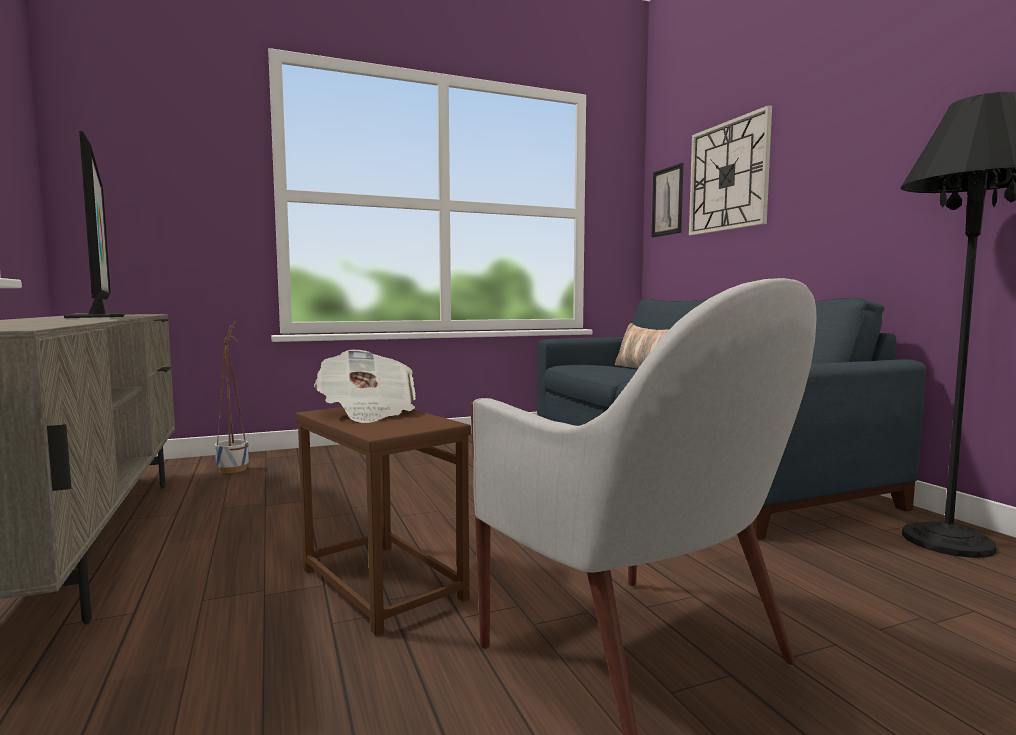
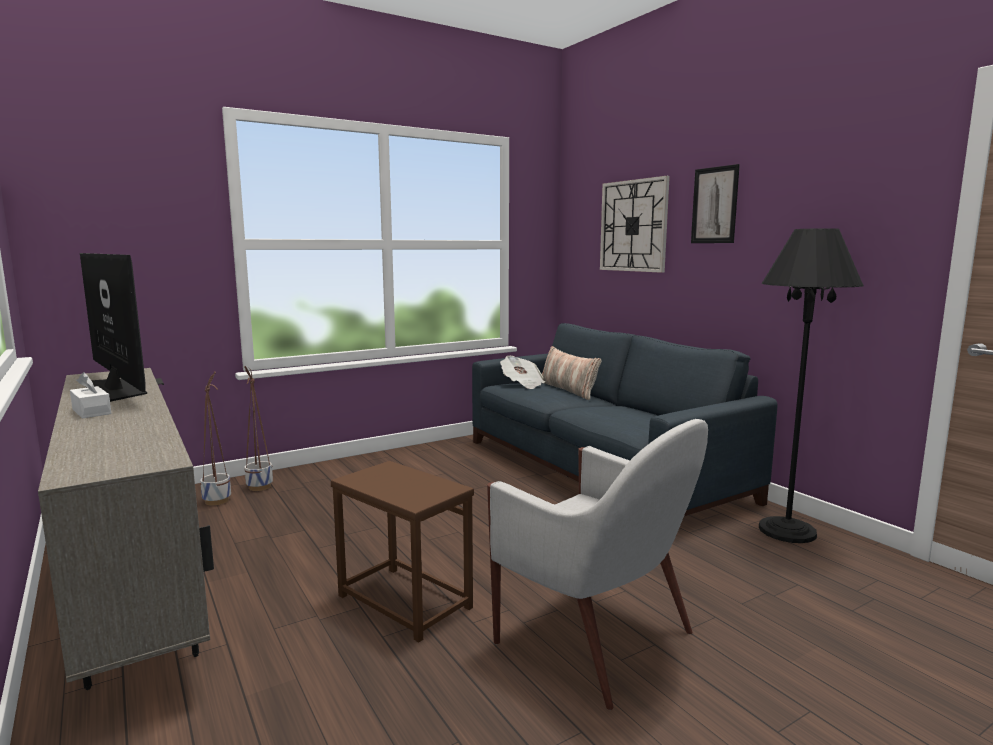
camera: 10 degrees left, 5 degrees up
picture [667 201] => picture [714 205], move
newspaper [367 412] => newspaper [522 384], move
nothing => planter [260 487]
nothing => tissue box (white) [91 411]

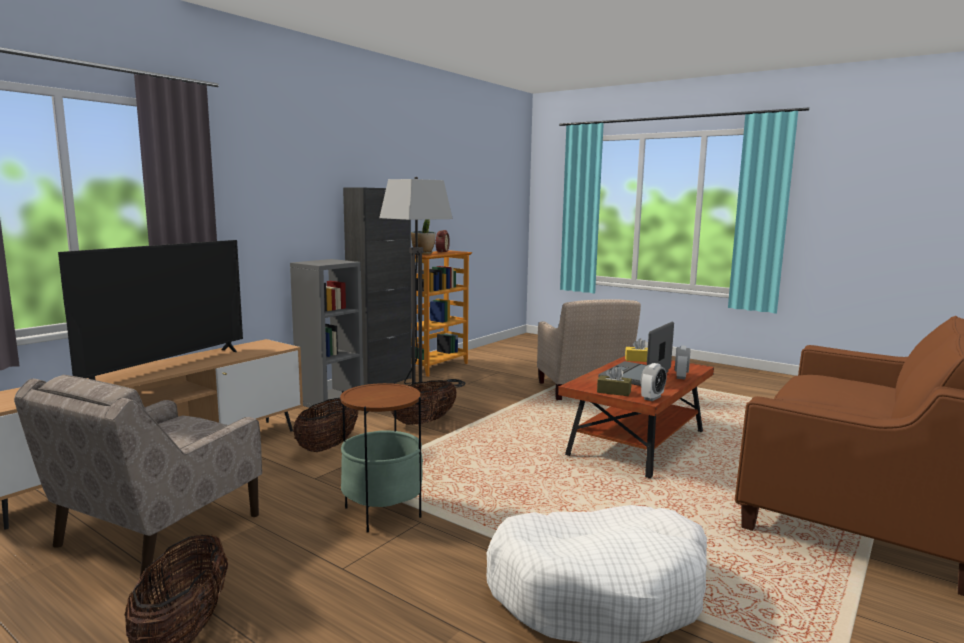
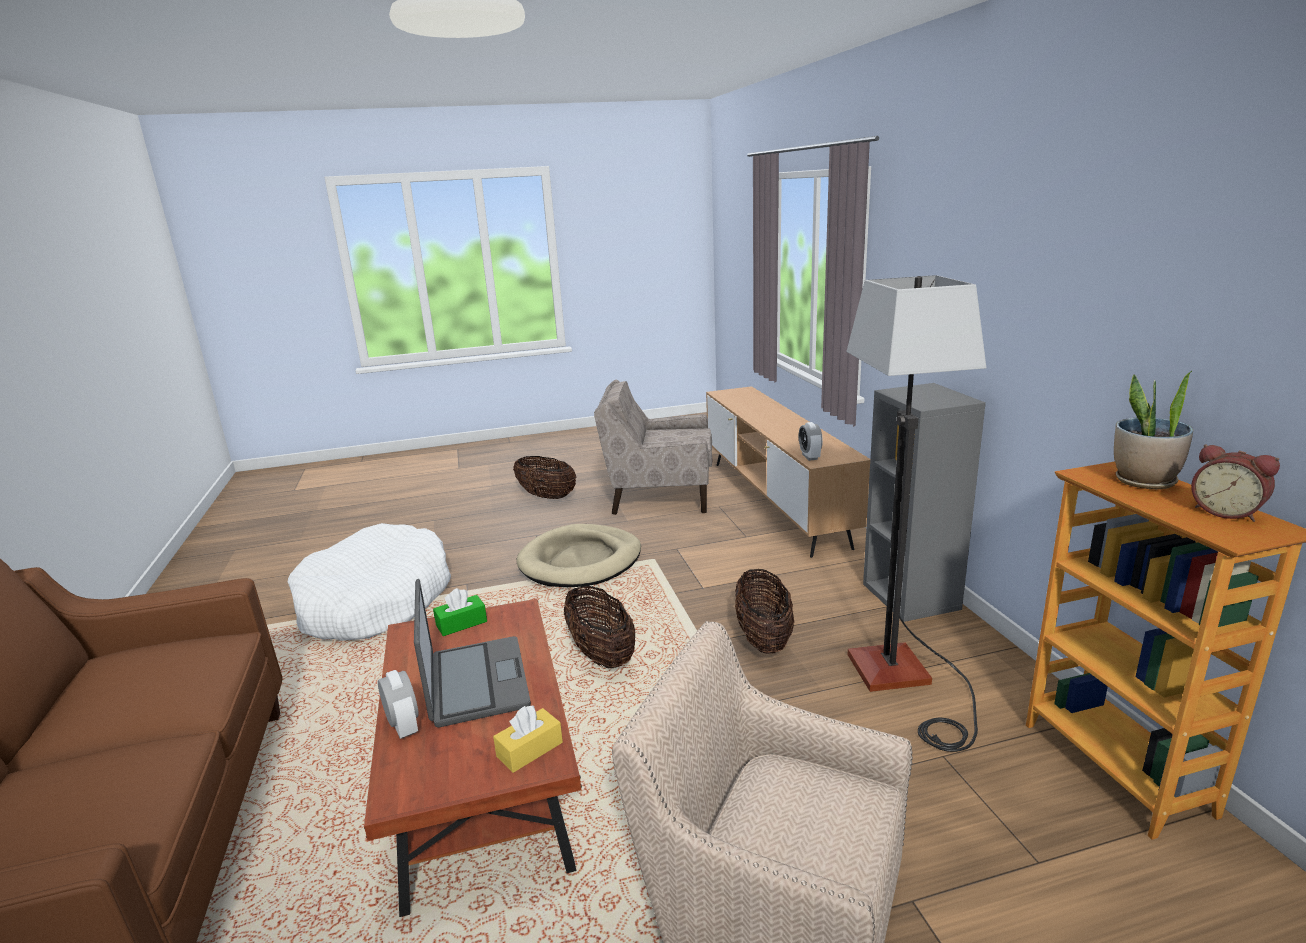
camera: 130 degrees right, 10 degrees up
cabinet (black) [381 382] => nothing
television [168 367] => nothing
alarm clock [652 398] => alarm clock [810 457], move
tissue box (brown) [613 392] => tissue box (green) [461 623]
armchair (beige) [158 531] => armchair (beige) [659 496], 60 degrees counterclockwise
side table [382 512] => dog bed (beige) [581 561]
basket [328 446] => basket [601 654], move

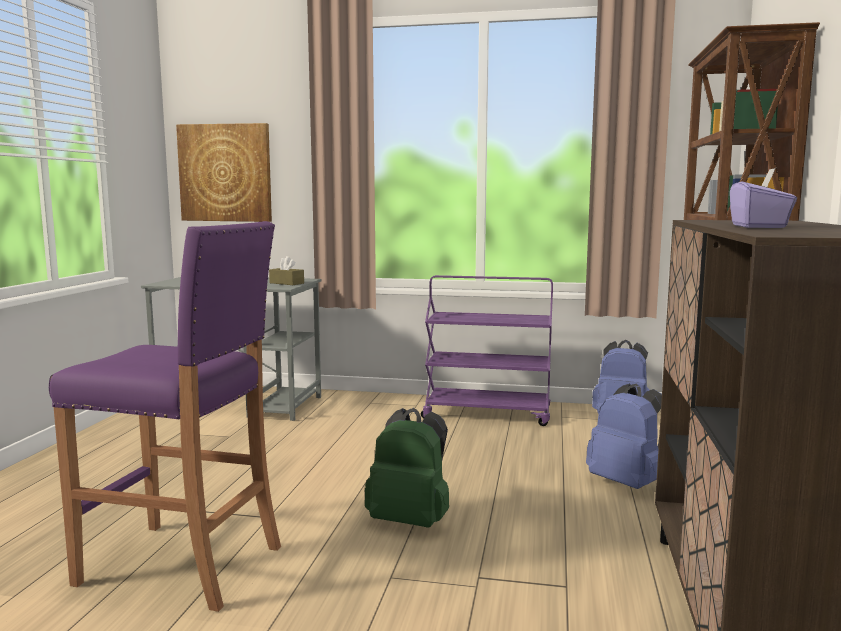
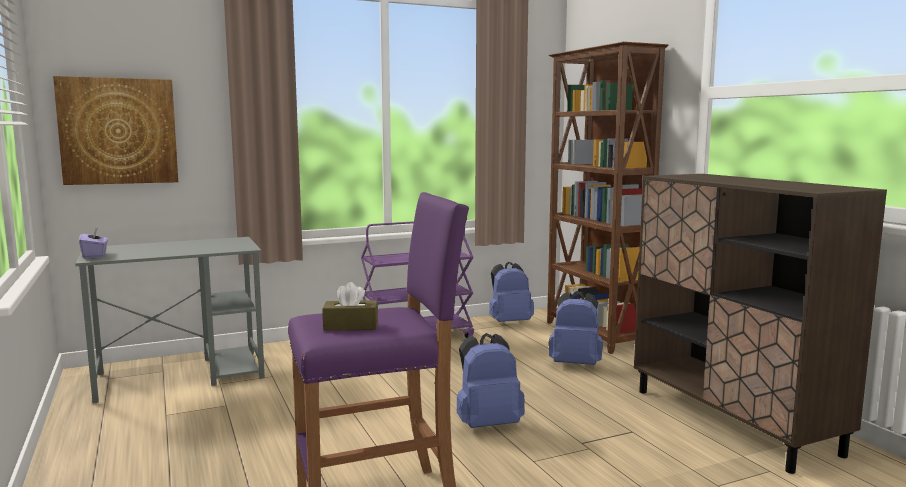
camera: 35 degrees left, 0 degrees up
tissue box (purple) [759 227] => tissue box (purple) [95 255], move
tissue box (brown) [286 283] => tissue box (brown) [351 326], move
backpack (green) [411 520] => backpack (blue) [487 424]

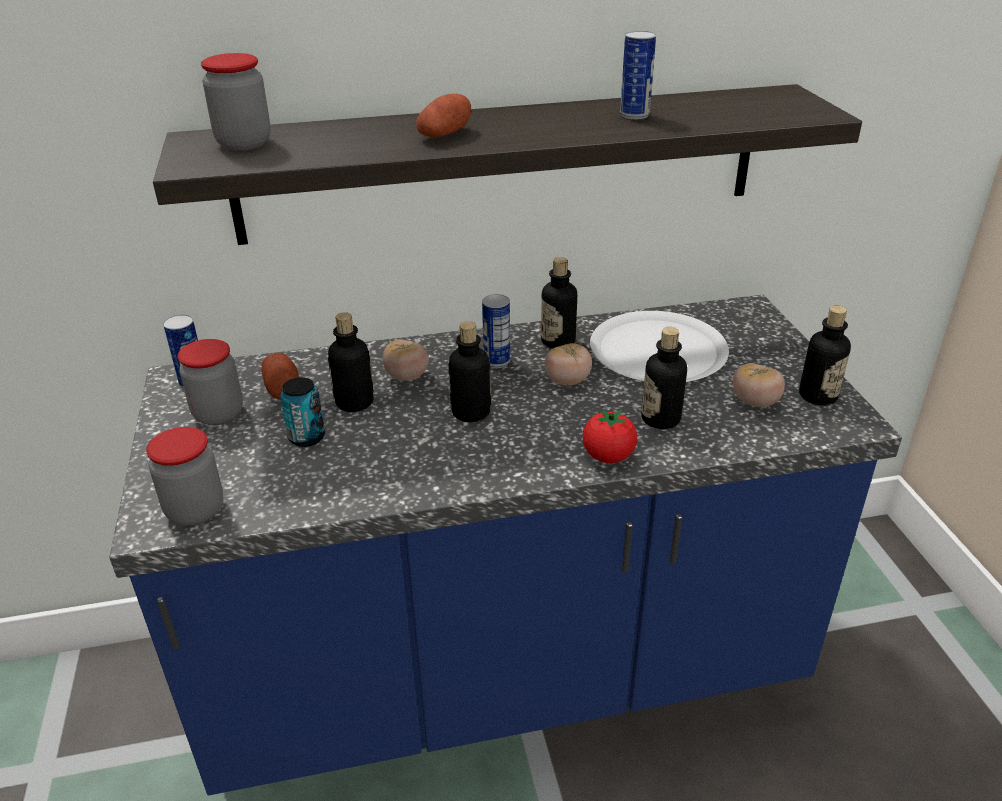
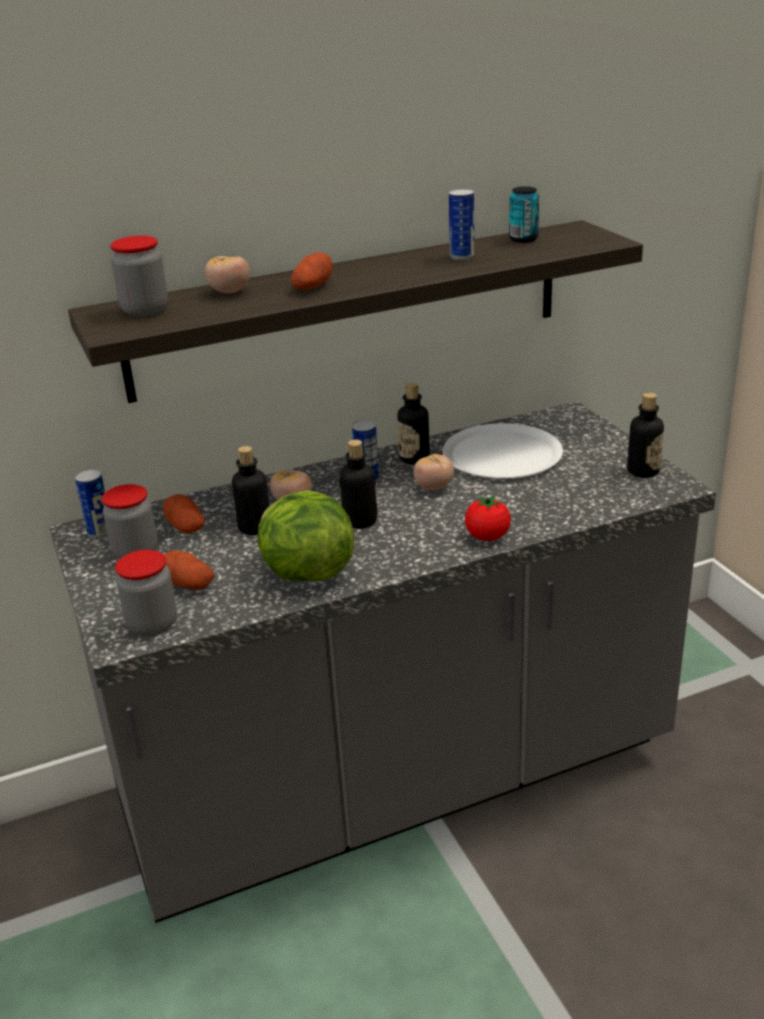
camera: 10 degrees left, 5 degrees down
counter (blue) [504 674] => counter (grey) [397 783]
bottle [660 419] => nothing
tomato [755 402] => tomato [229 292], move
can [307 437] => can [523 239], move
nothing => lettuce [306 573]
nothing => potato [187 584]

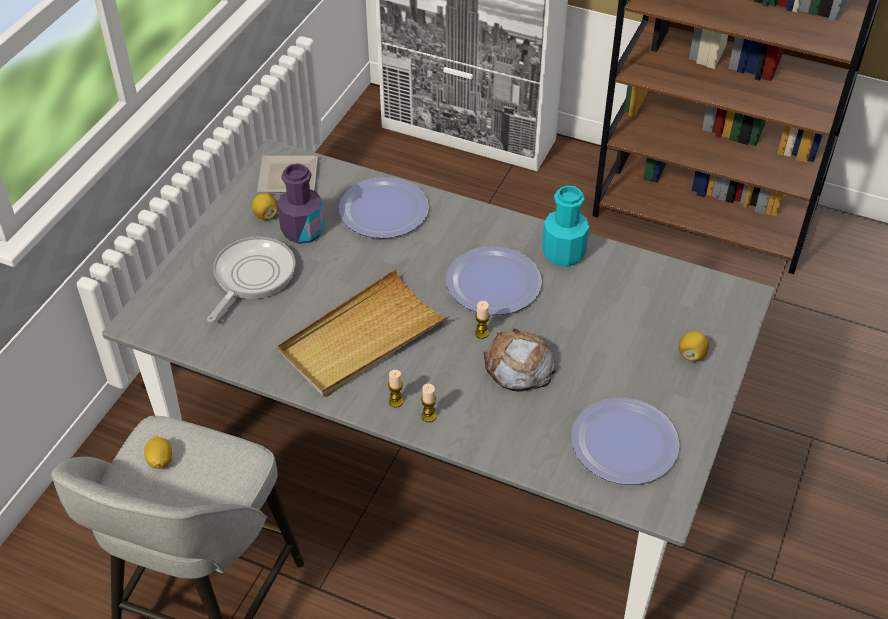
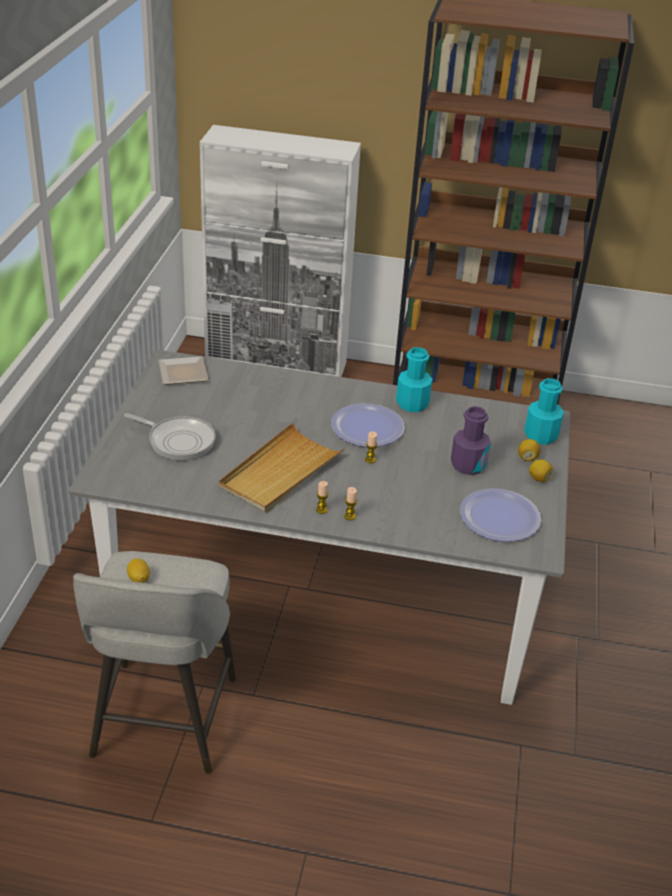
camera: 15 degrees left, 10 degrees down
bottle (purple) [303 231] => bottle (purple) [468 465], move
plate [383 210] => nothing
lemon [266 215] => lemon [539 478], move
frying pan [251 277] => frying pan [178 441], 105 degrees clockwise
bread [518 366] => nothing
nothing => bottle (turquoise) [540 435]

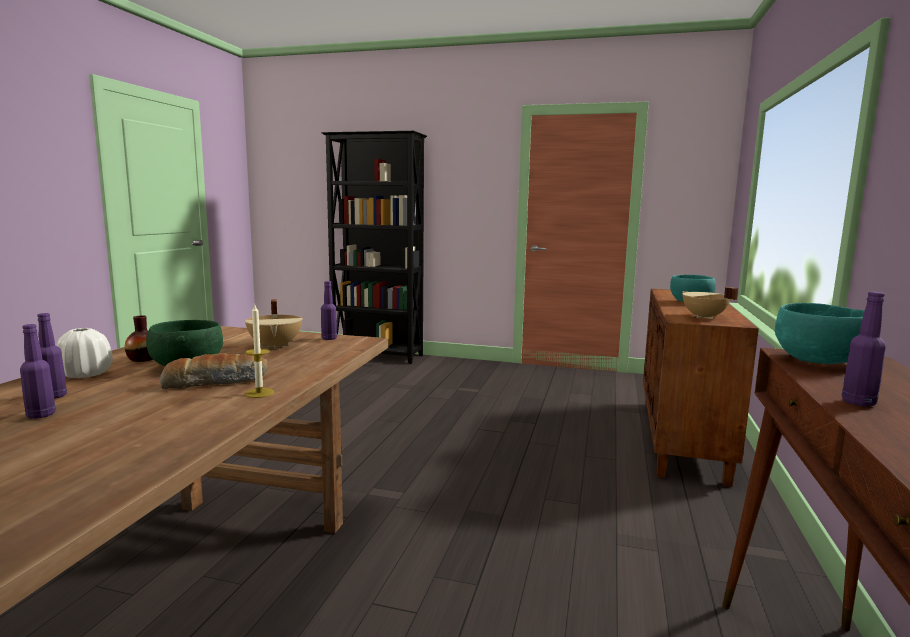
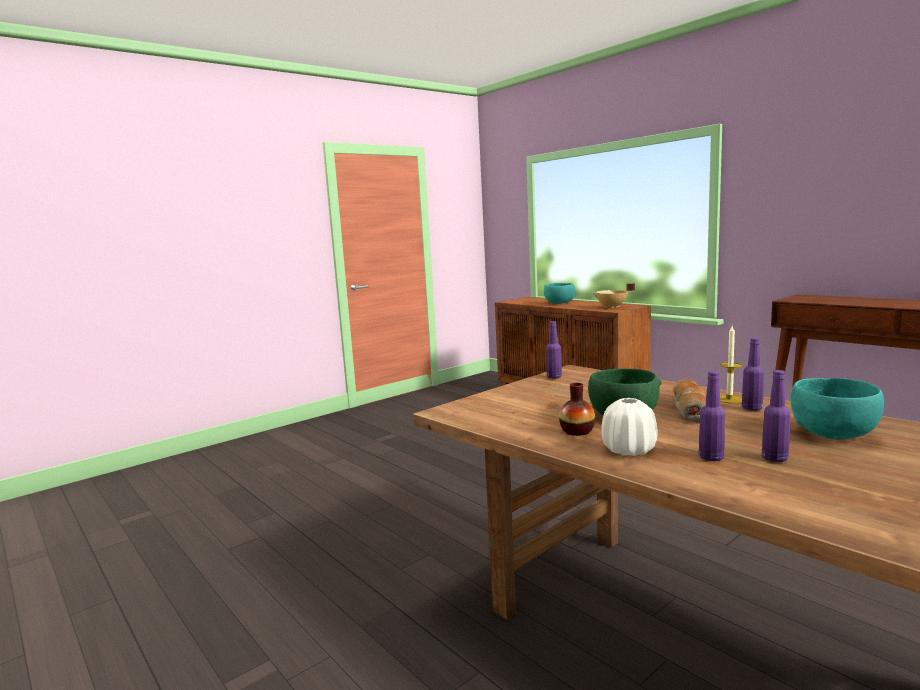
camera: 55 degrees left, 0 degrees up
bookcase (black) [378 356] => nothing
bottle (purple) [858 402] => bottle (purple) [751 408], move
cooking pot (beige) [276 346] => nothing
bowl (turquoise) [820 361] => bowl (turquoise) [834 433], move

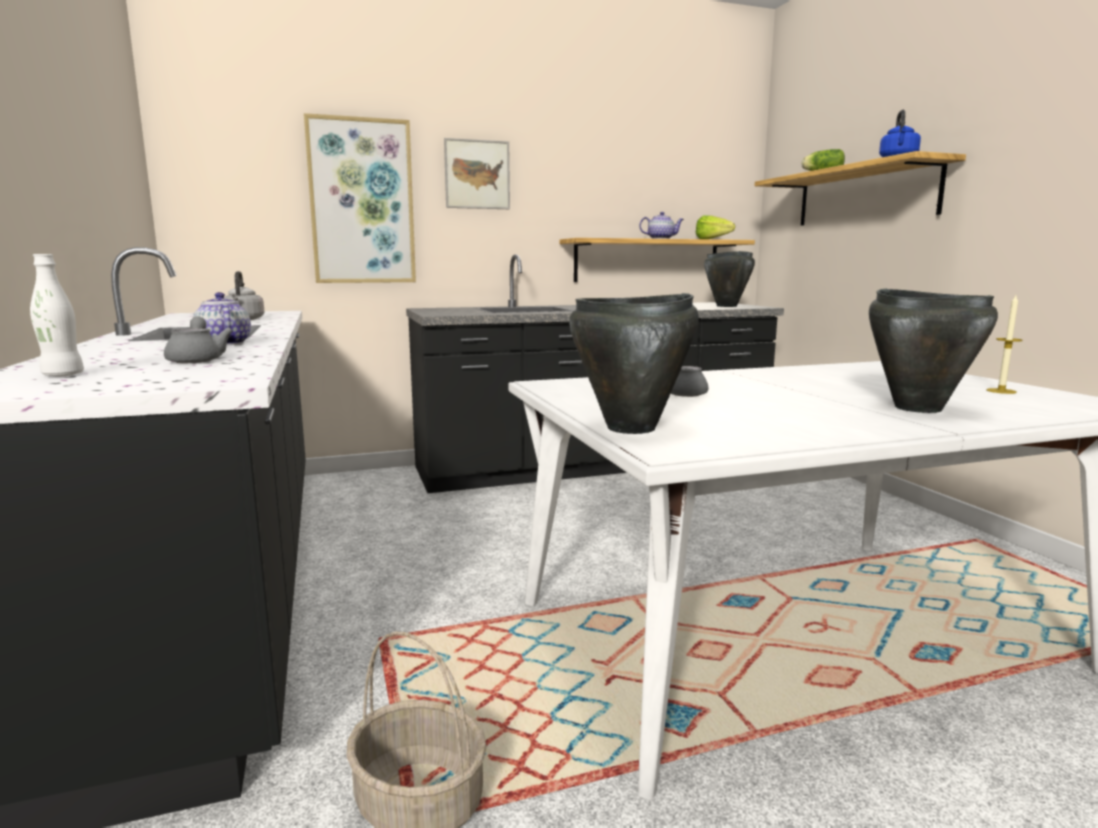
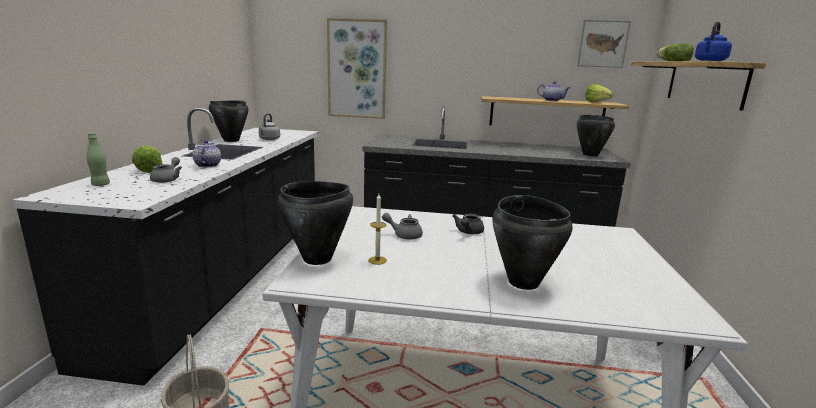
camera: 25 degrees right, 5 degrees up
picture [477 174] => picture [603 44], move
bottle (white) [63 375] => bottle (green) [100 185]
candle [1001 391] => candle [377 260], move
nothing => cooking pot (black) [230 140]
nothing => lettuce [151 169]
nothing => teapot (grey) [468 232]

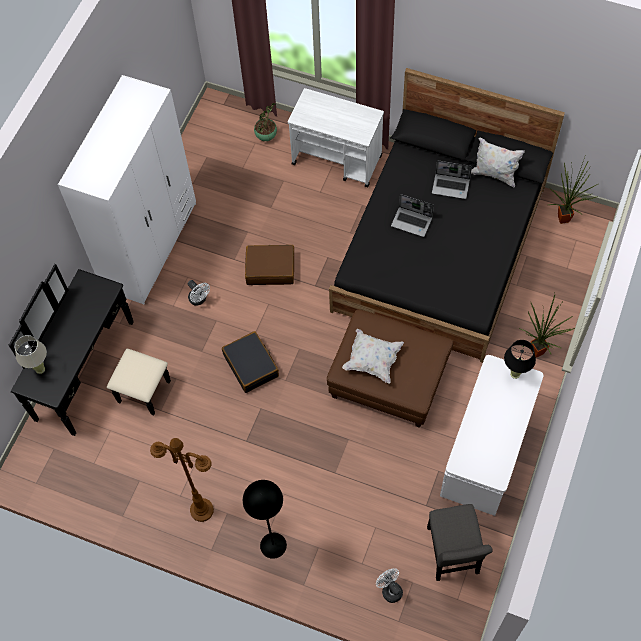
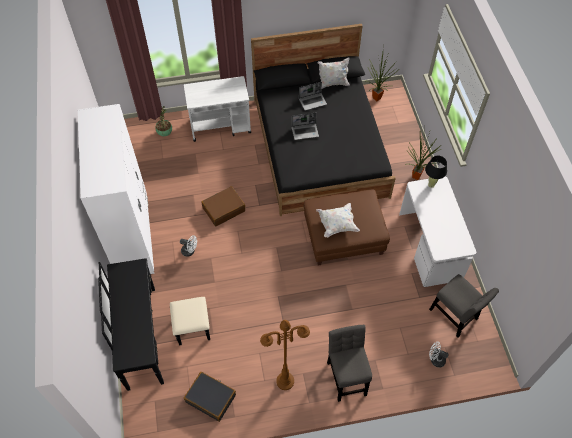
camera: 35 degrees left, 5 degrees down
suitcase (black) [251 365] => suitcase (black) [211 398], move
table lamp (beige) [40 369] => nothing
floor lamp (black) [273 545] => chair (grey) [346 375]

